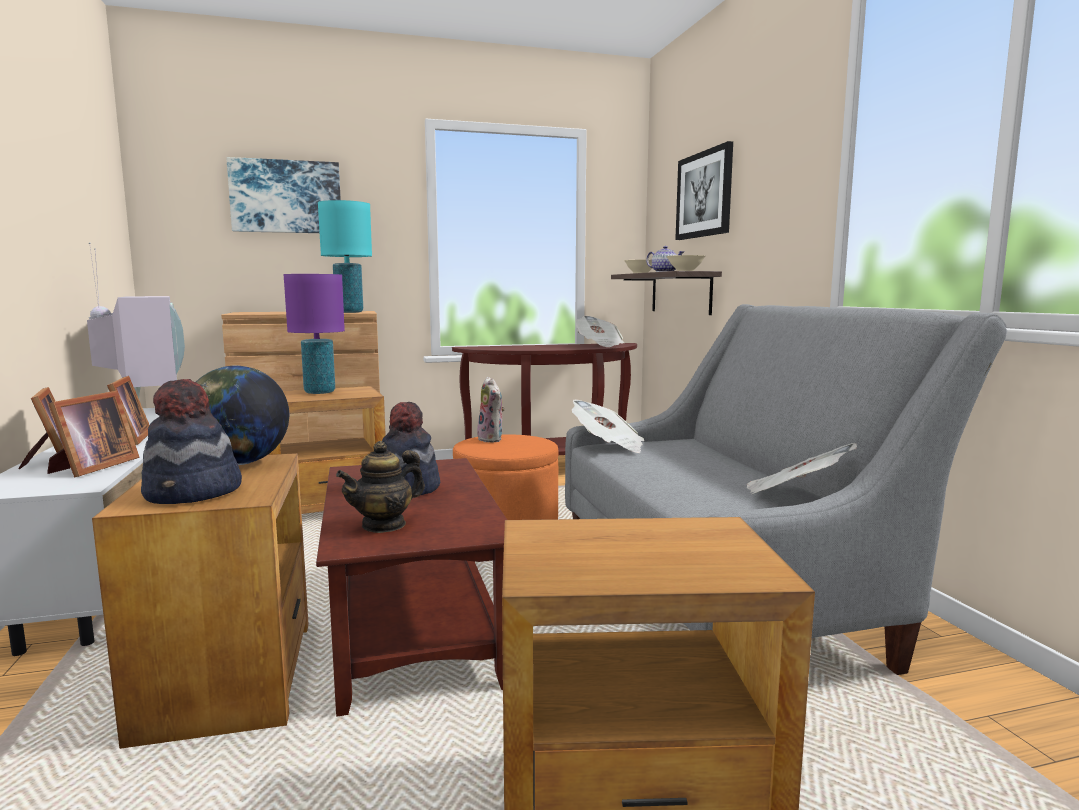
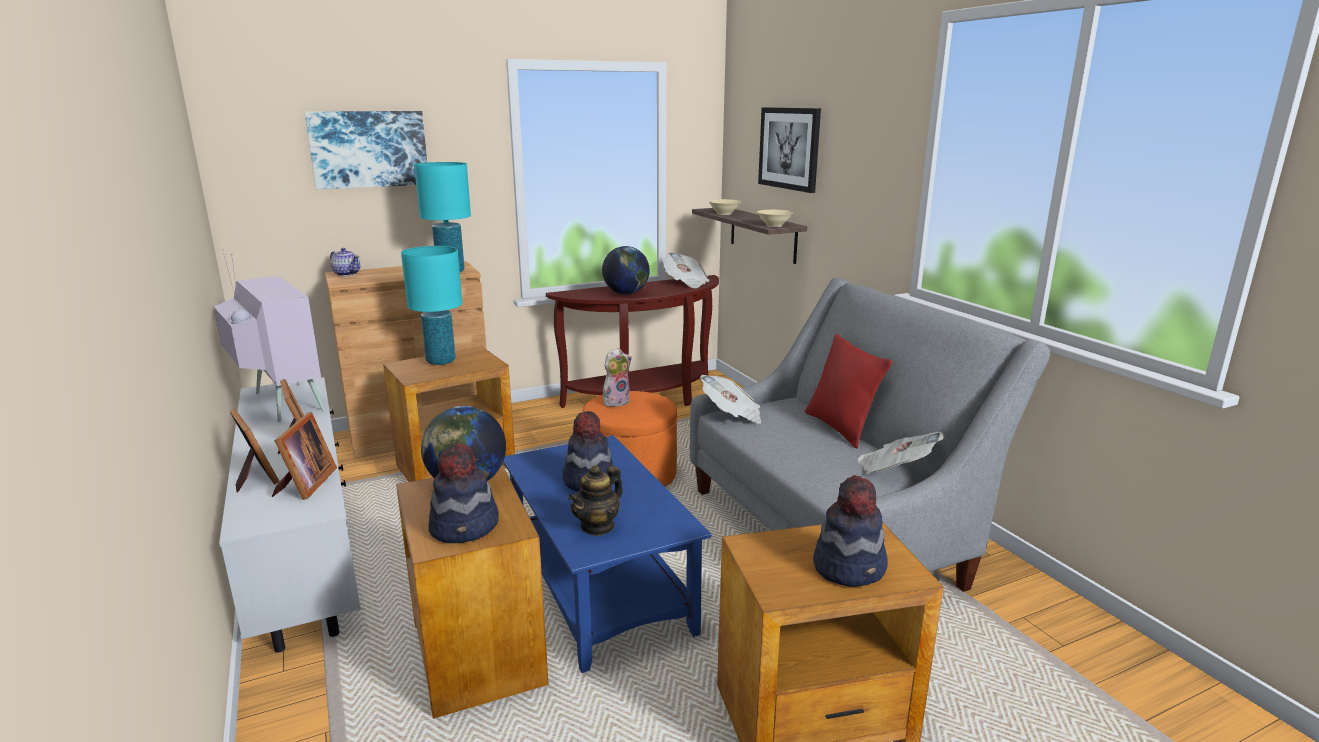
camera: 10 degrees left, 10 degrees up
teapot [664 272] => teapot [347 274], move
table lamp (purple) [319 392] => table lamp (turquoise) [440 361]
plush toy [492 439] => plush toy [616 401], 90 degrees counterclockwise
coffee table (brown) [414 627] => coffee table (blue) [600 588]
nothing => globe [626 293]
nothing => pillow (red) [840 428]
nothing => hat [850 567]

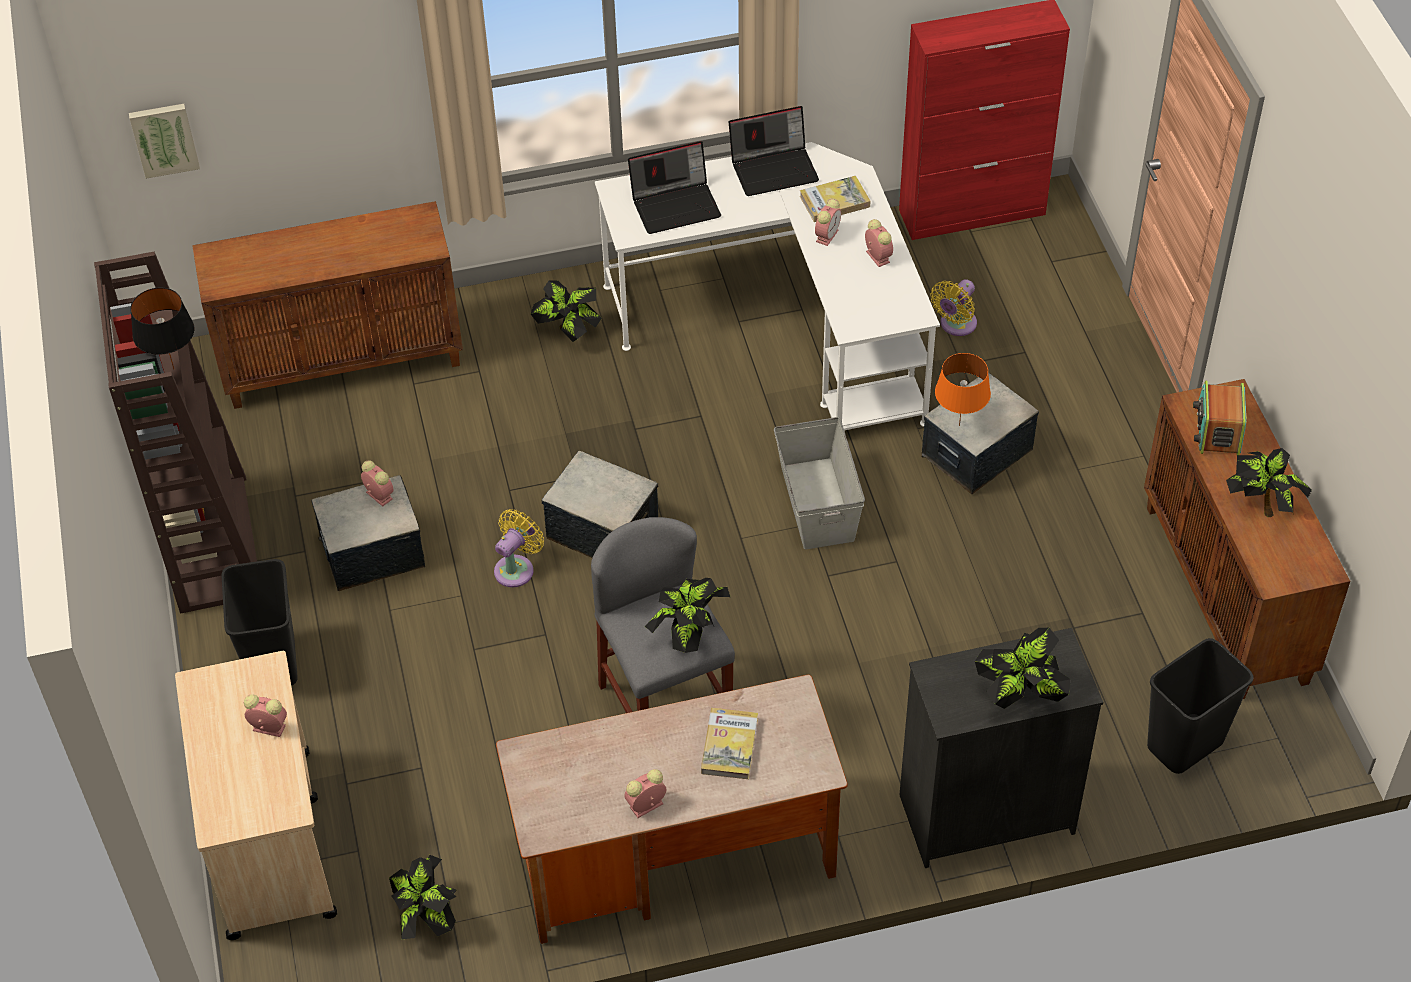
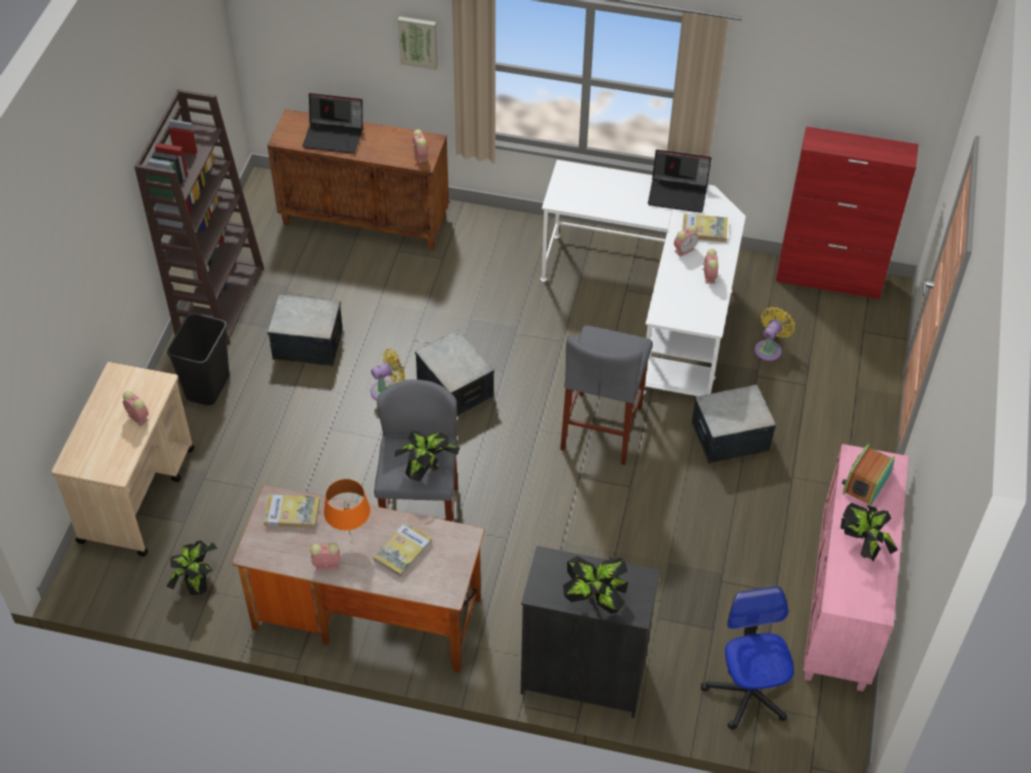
camera: 25 degrees right, 0 degrees up
picture [164 138] => picture [418 41], move
laptop [676 205] => laptop [334 136], move
fan (yellow) [955 325] => fan (yellow) [769 348], 150 degrees clockwise
potted plant [569 331] => nothing
table lamp (black) [173 369] => nothing
table lamp (orange) [959 426] => table lamp (orange) [349 535], move
cabinet (brown) [1227 594] => cabinet (pink) [844 605]
storage box (grey) [816 503] => stool (grey) [601 427]
alarm clock [378 495] => alarm clock [420 156], move
trash can (black) [1184 743] => office chair [748 692]
nothing => book [292 513]

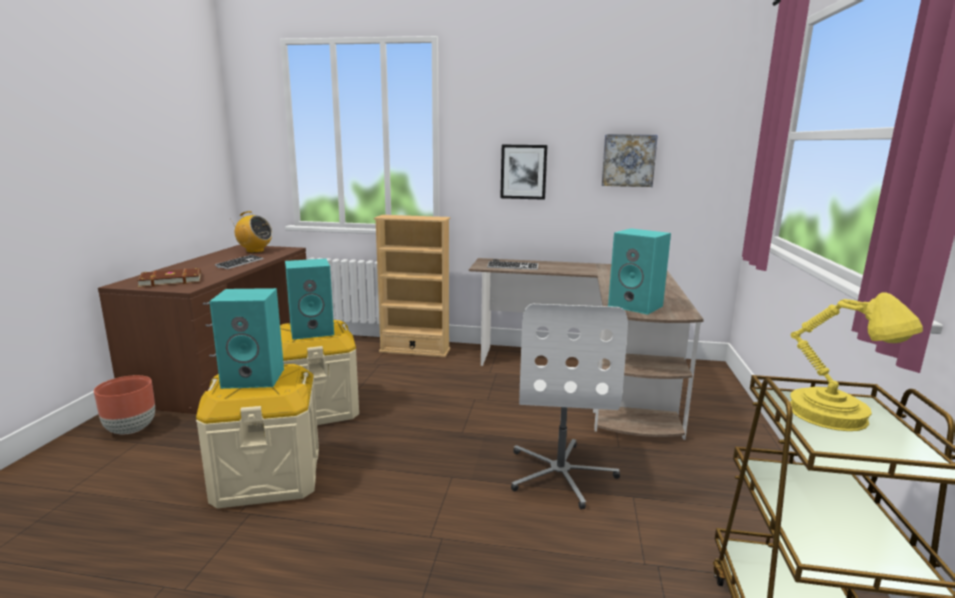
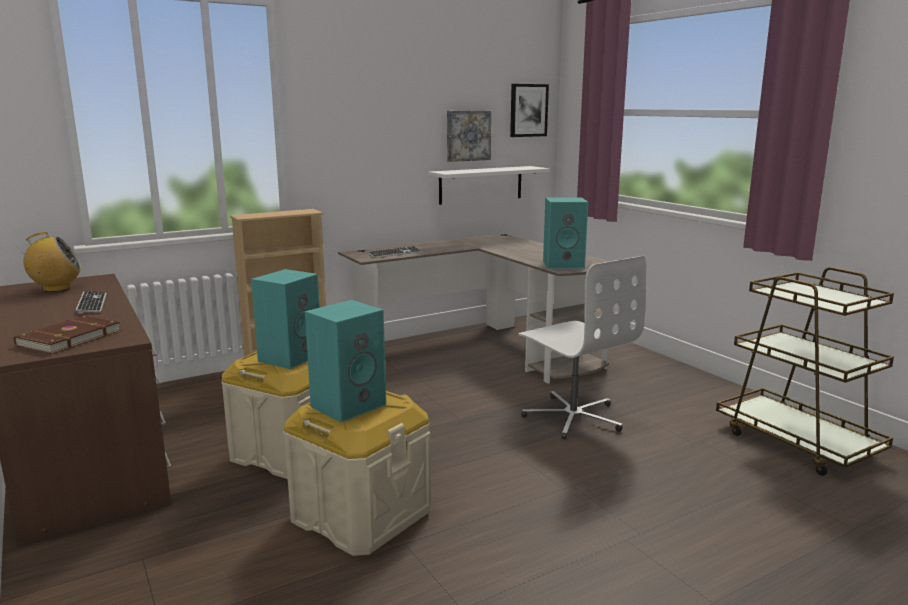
camera: 40 degrees left, 0 degrees up
picture [523 172] => picture [528 110], move
table lamp (yellow) [834 416] => nothing
planter (brown) [131 429] => nothing
nothing => shelf (white) [481 185]

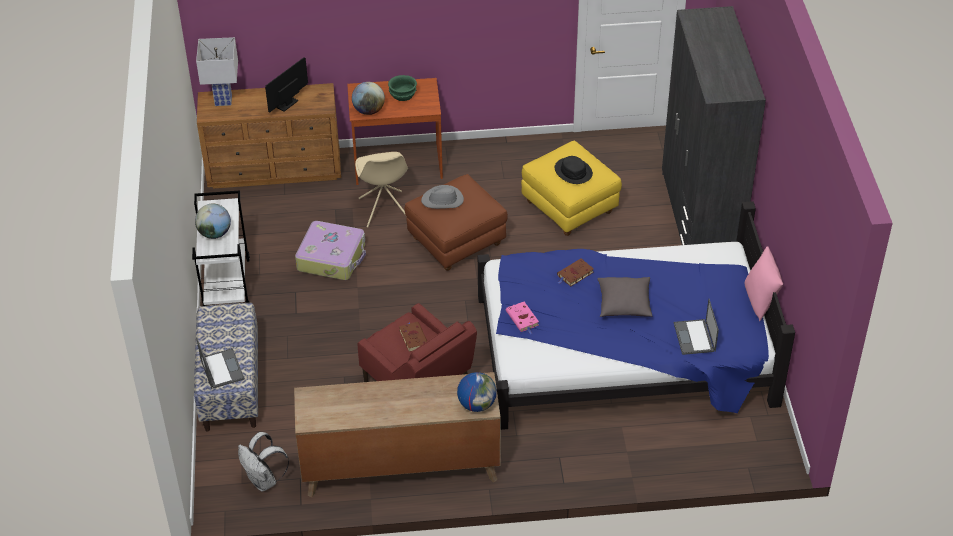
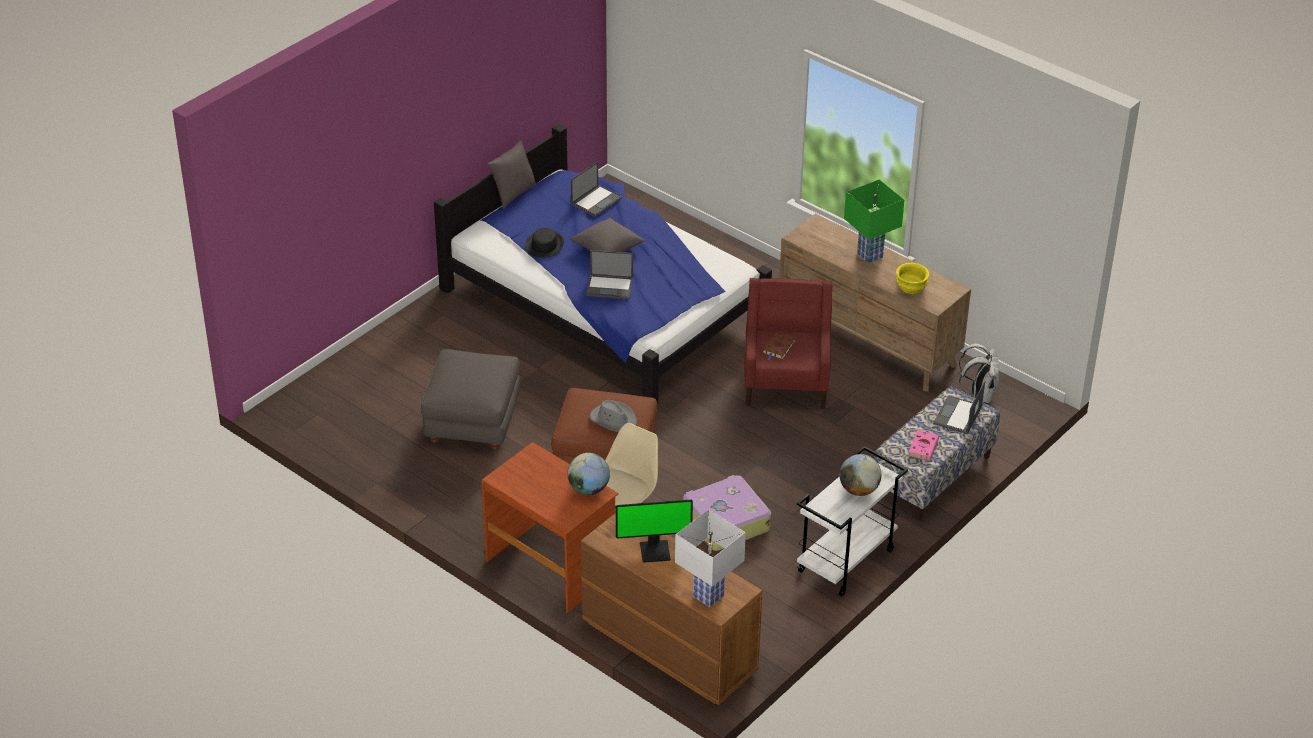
camera: 135 degrees left, 5 degrees down
wardrobe (grey) [699 219] => nothing
bowl (green) [402 95] => nothing
ottoman (yellow) [570 207] => ottoman (grey) [472 422]
hat (black) [573 171] => hat (black) [544 245], move
pillow (pink) [760 301] => pillow (grey) [513 194]
book (brown) [574 274] => laptop [610 287]
book (pink) [523 319] => book (pink) [923 447], move
globe [477 404] => nothing
nothing => table lamp (green) [869 256]
nothing => bowl (yellow) [911 287]

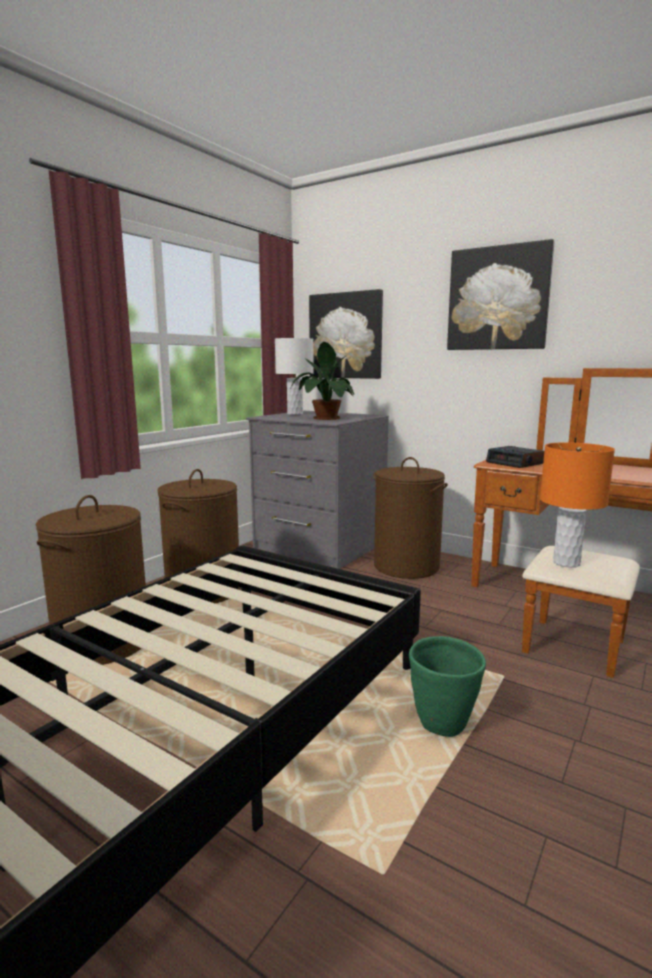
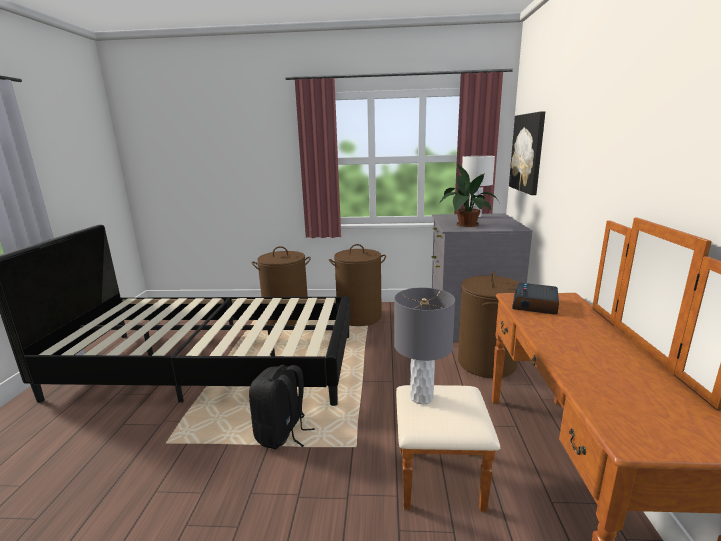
camera: 60 degrees right, 5 degrees up
picture [498 298] => nothing
table lamp (orange) [566 563] => table lamp (grey) [421 397]
planter (green) [443 724] => backpack (black) [282 433]

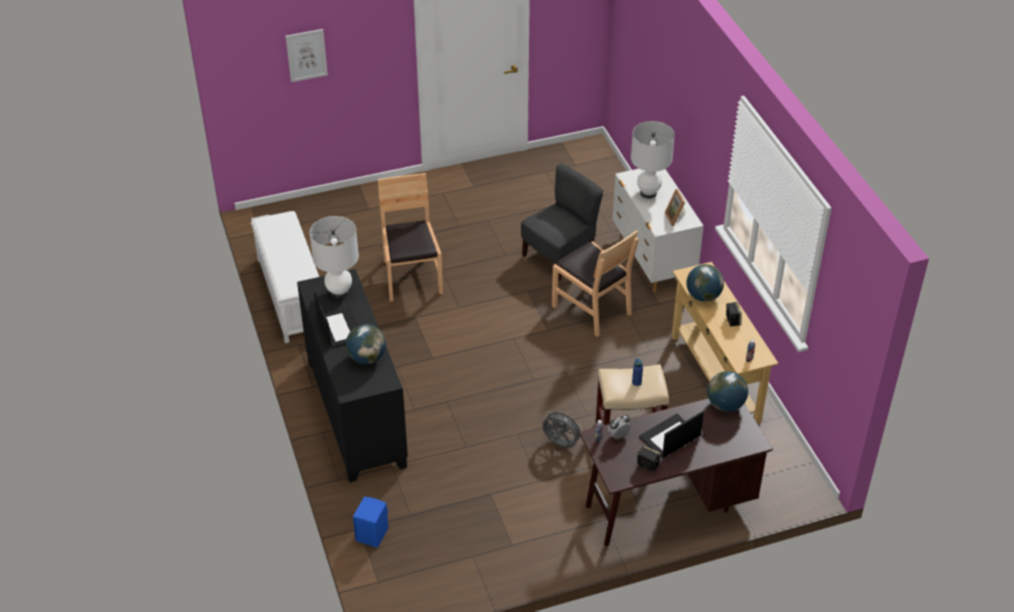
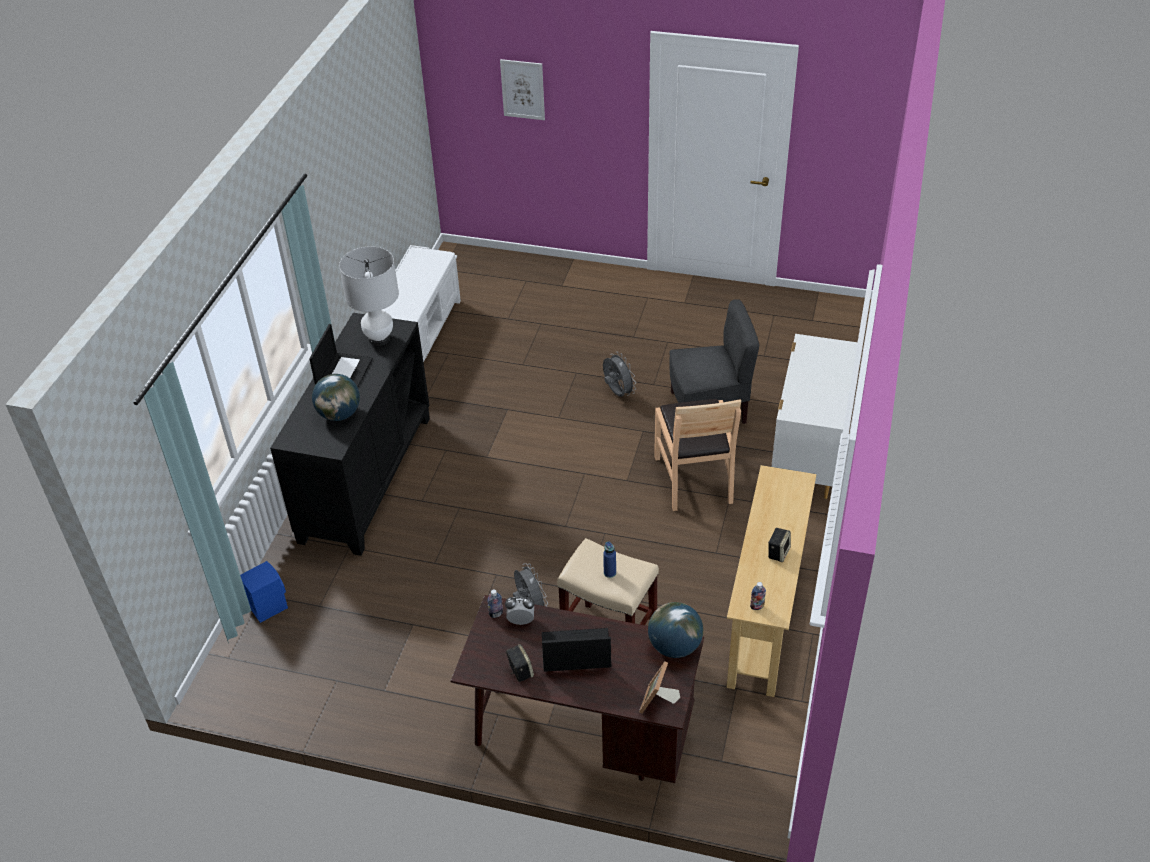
camera: 35 degrees right, 0 degrees up
table lamp (white) [648 193] => nothing
chair (brown) [411 277] => nothing
picture frame [676 218] => picture frame [657 702], move
globe [703 296] => nothing
nothing => fan (grey) [617 393]

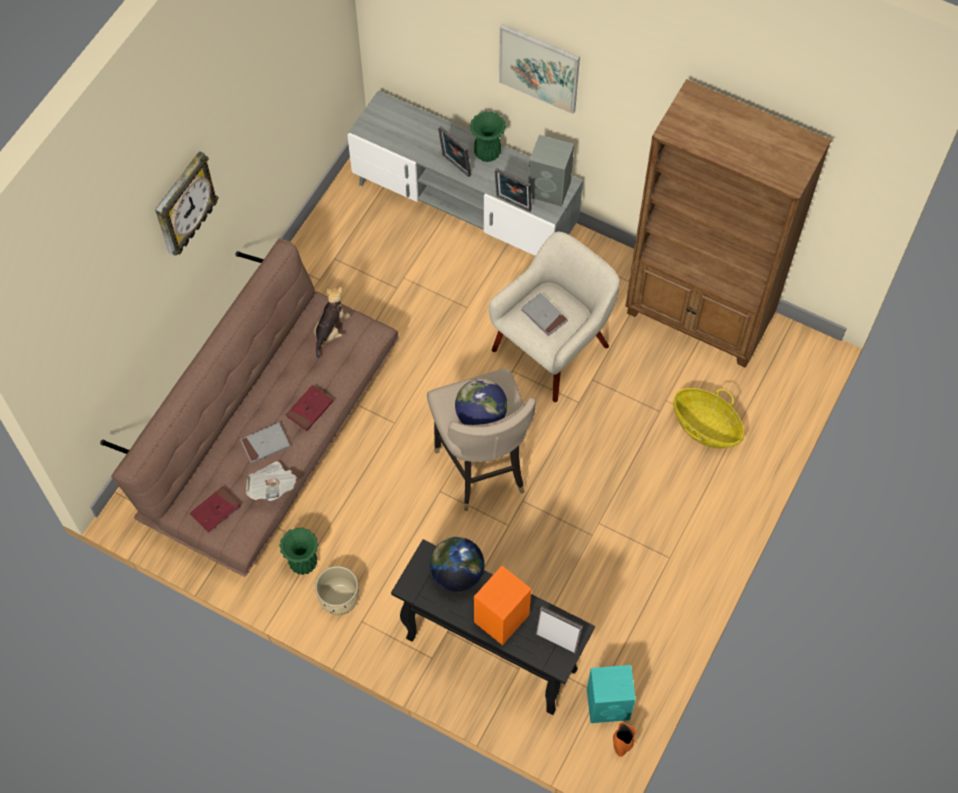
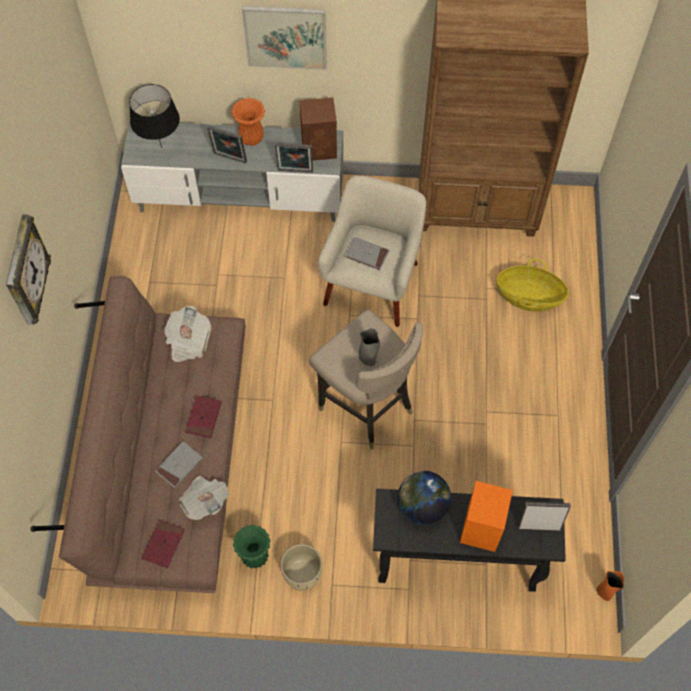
camera: 25 degrees left, 0 degrees up
vase (green) [487 154] => vase (orange) [251 138]
speaker (grey) [550 189] => speaker (brown) [320 148]
plush toy [331 330] => newspaper [188 341]
globe [481 417] => vase (grey) [368 359]
speaker (turquoise) [609 704] => nothing
nothing => table lamp (black) [161 147]

